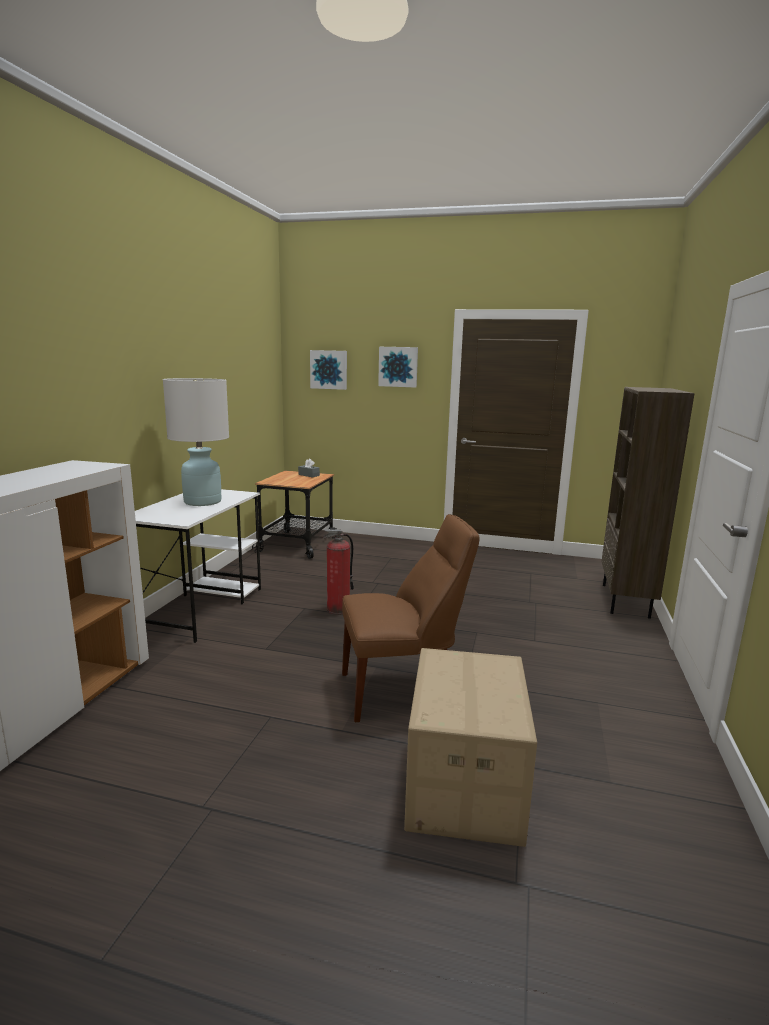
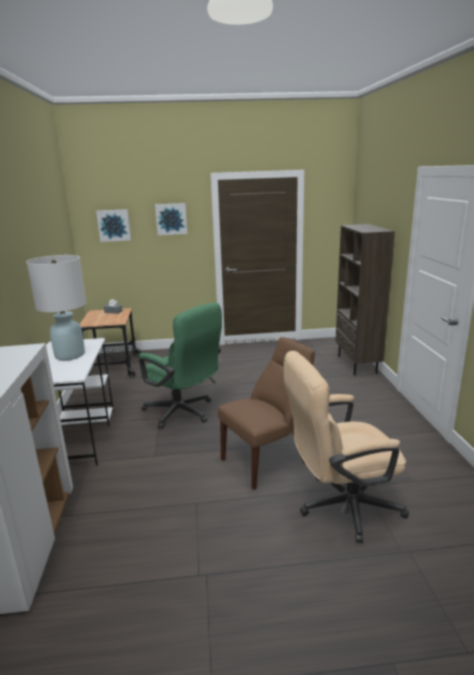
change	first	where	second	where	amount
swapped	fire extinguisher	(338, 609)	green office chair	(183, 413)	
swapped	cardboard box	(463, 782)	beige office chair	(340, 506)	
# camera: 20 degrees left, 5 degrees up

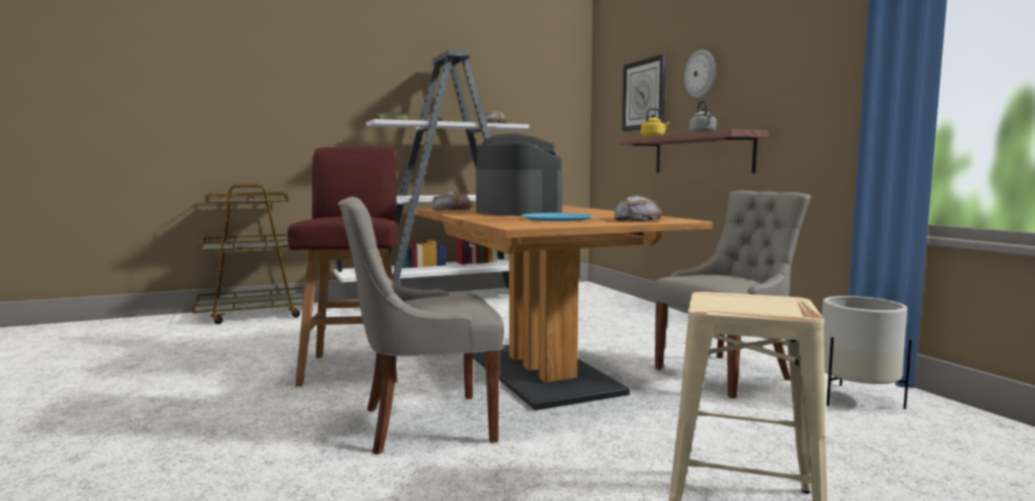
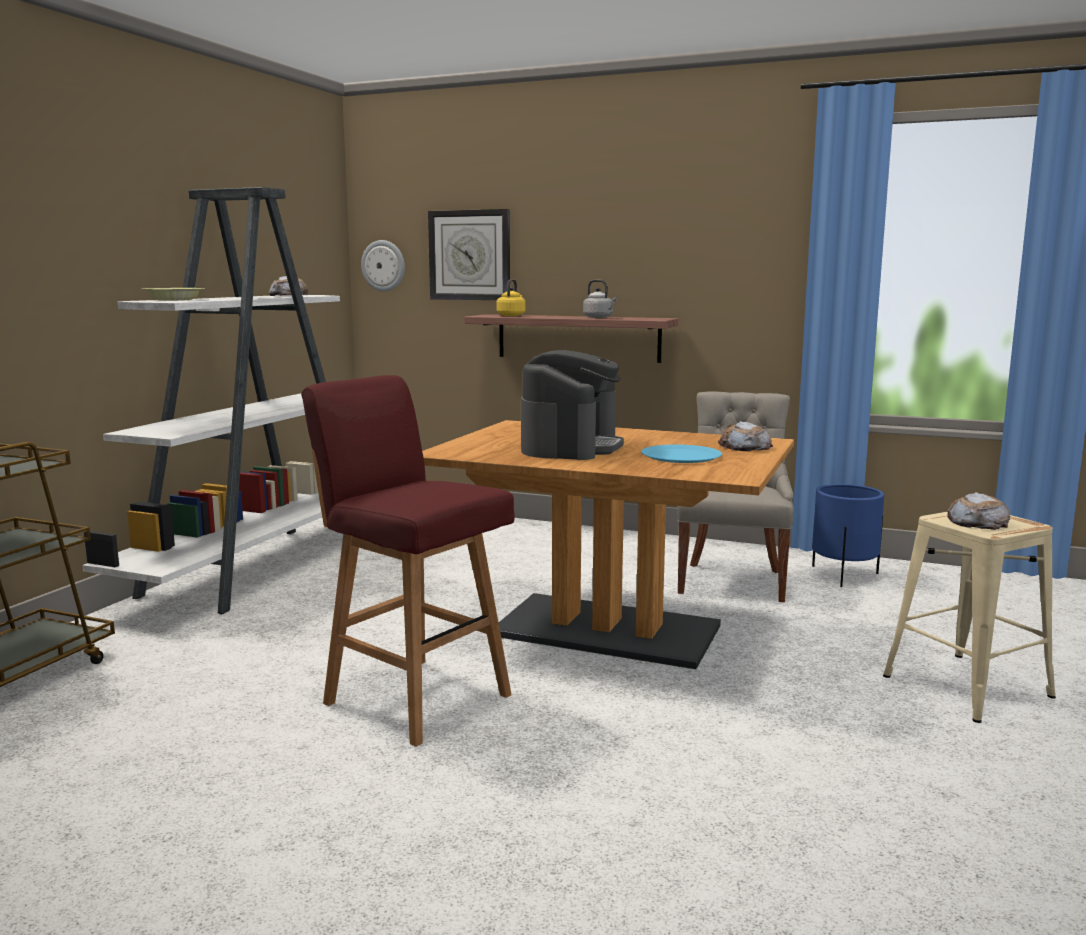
change	first	where	second	where	amount
shifted	wall clock	(700, 74)		(383, 265)	
rotated	coffee machine	(517, 212)		(571, 447)	90 degrees clockwise
repainted	white planter	(857, 399)	blue planter	(843, 575)	
shifted	bread	(451, 210)		(977, 522)	
gone	grey chair	(424, 424)			
# camera: 45 degrees left, 5 degrees up

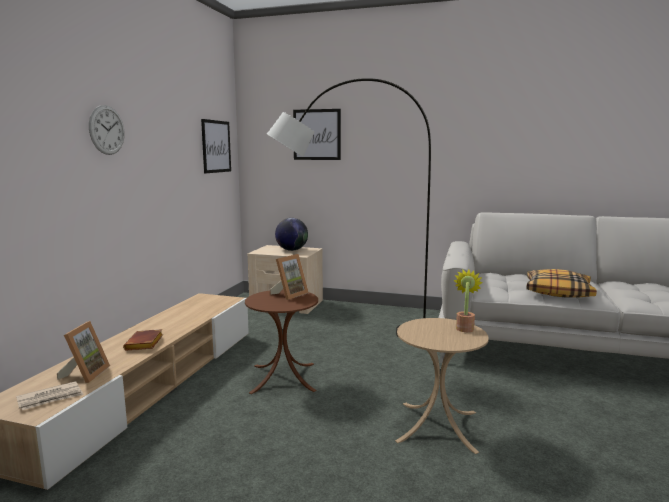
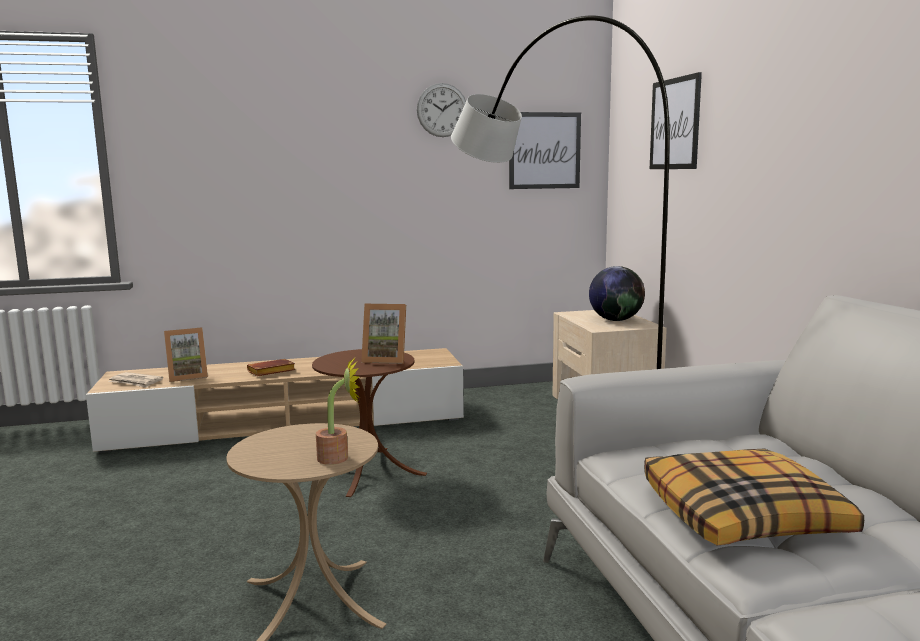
change	first	where	second	where	amount
shifted	wall clock	(107, 130)		(442, 110)	
# camera: 60 degrees right, 0 degrees up

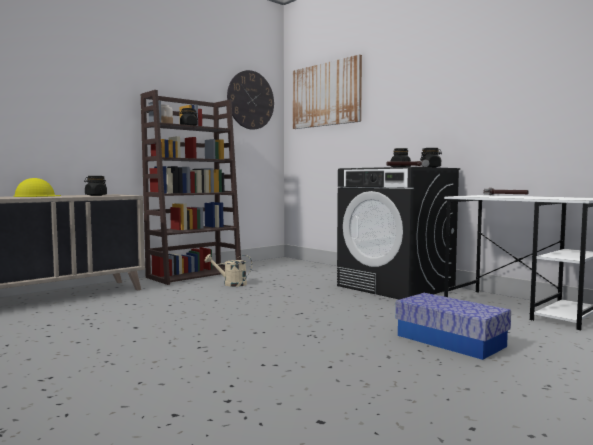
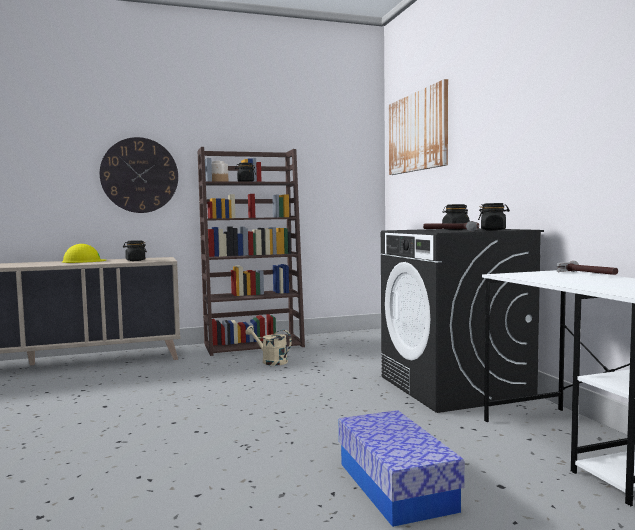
change	first	where	second	where	amount
shifted	wall clock	(250, 100)		(139, 175)	
# camera: 25 degrees right, 0 degrees up

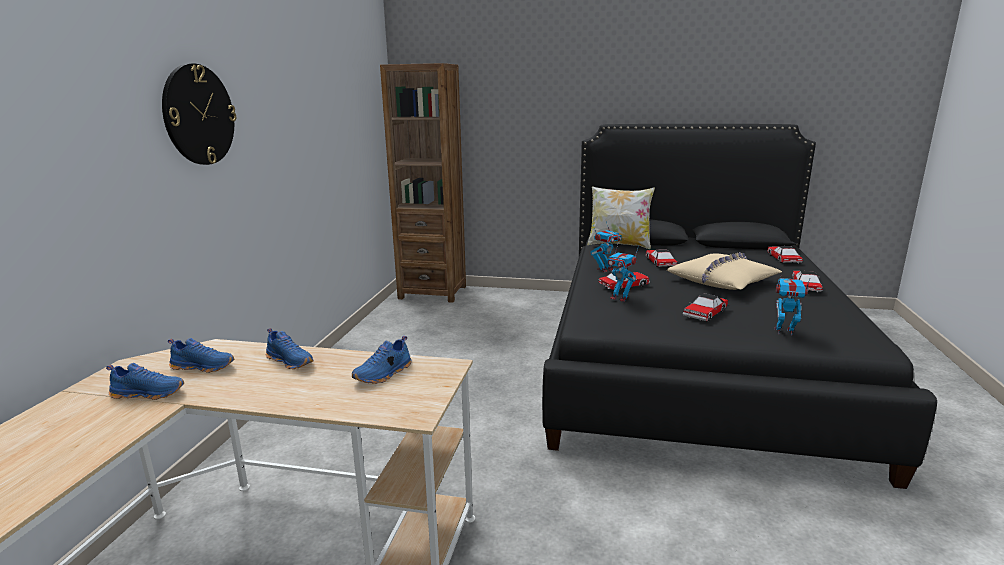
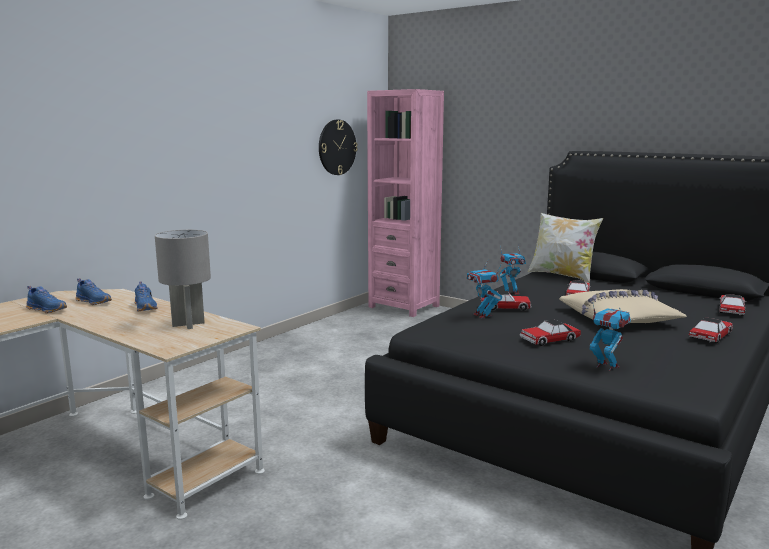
change	first	where	second	where	amount
swapped	blue shoe	(384, 374)	grey table lamp	(189, 324)	
shifted	wall clock	(199, 115)		(337, 147)	
repainted	brown bookcase	(432, 292)	pink bookcase	(404, 306)	
# camera: 25 degrees right, 5 degrees down

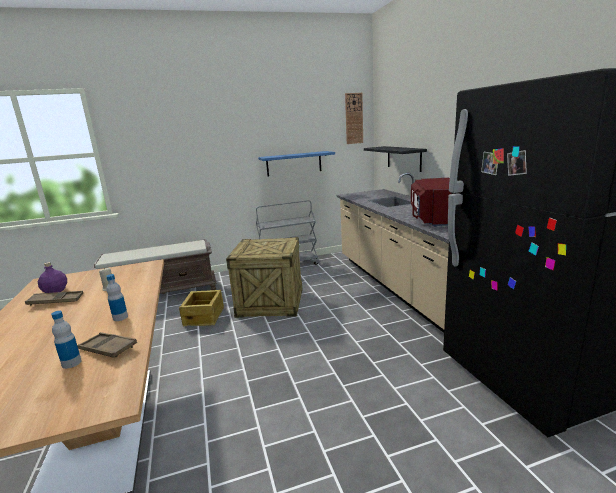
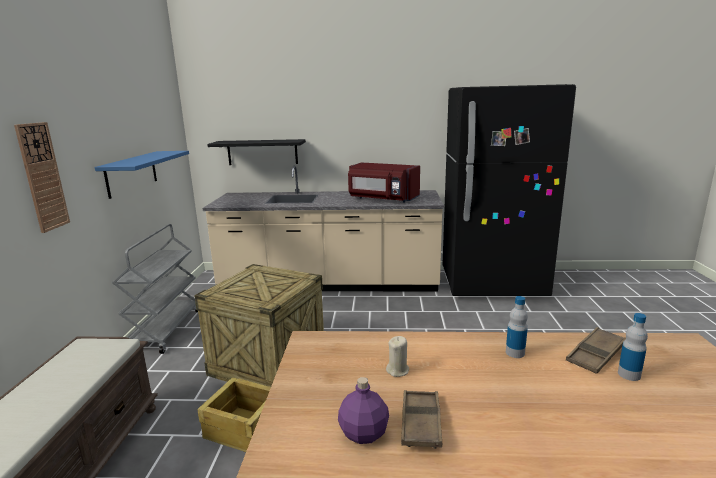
change	first	where	second	where	amount
shifted	wall clock	(354, 118)		(42, 177)	
# camera: 70 degrees left, 0 degrees up

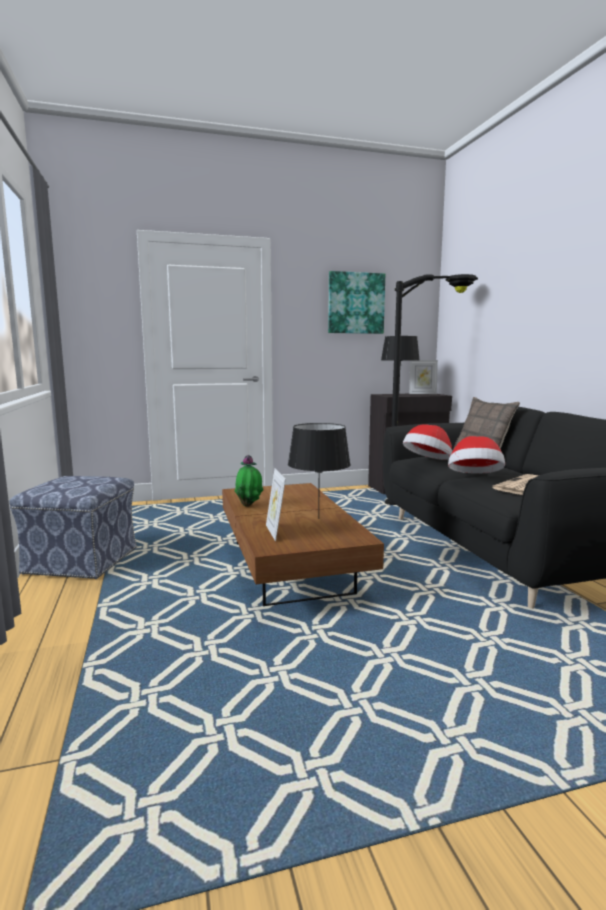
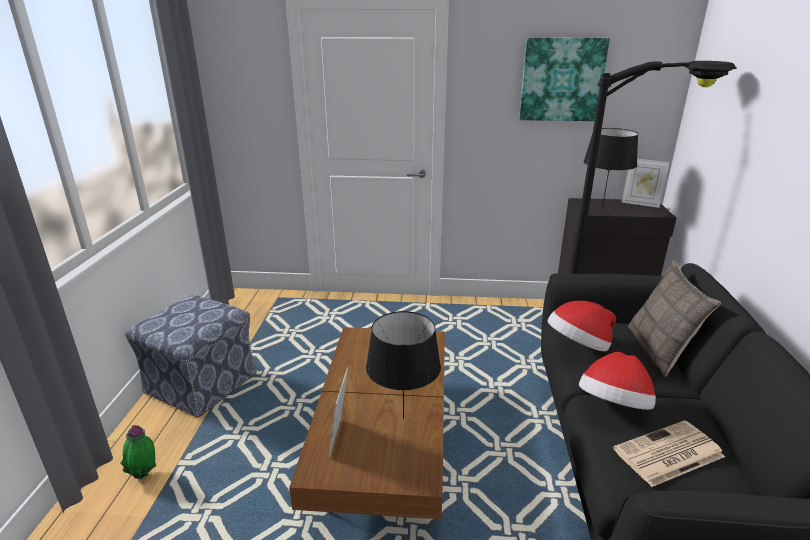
change	first	where	second	where	amount
shifted	potted plant	(249, 505)		(145, 475)	
# camera: 20 degrees right, 15 degrees up

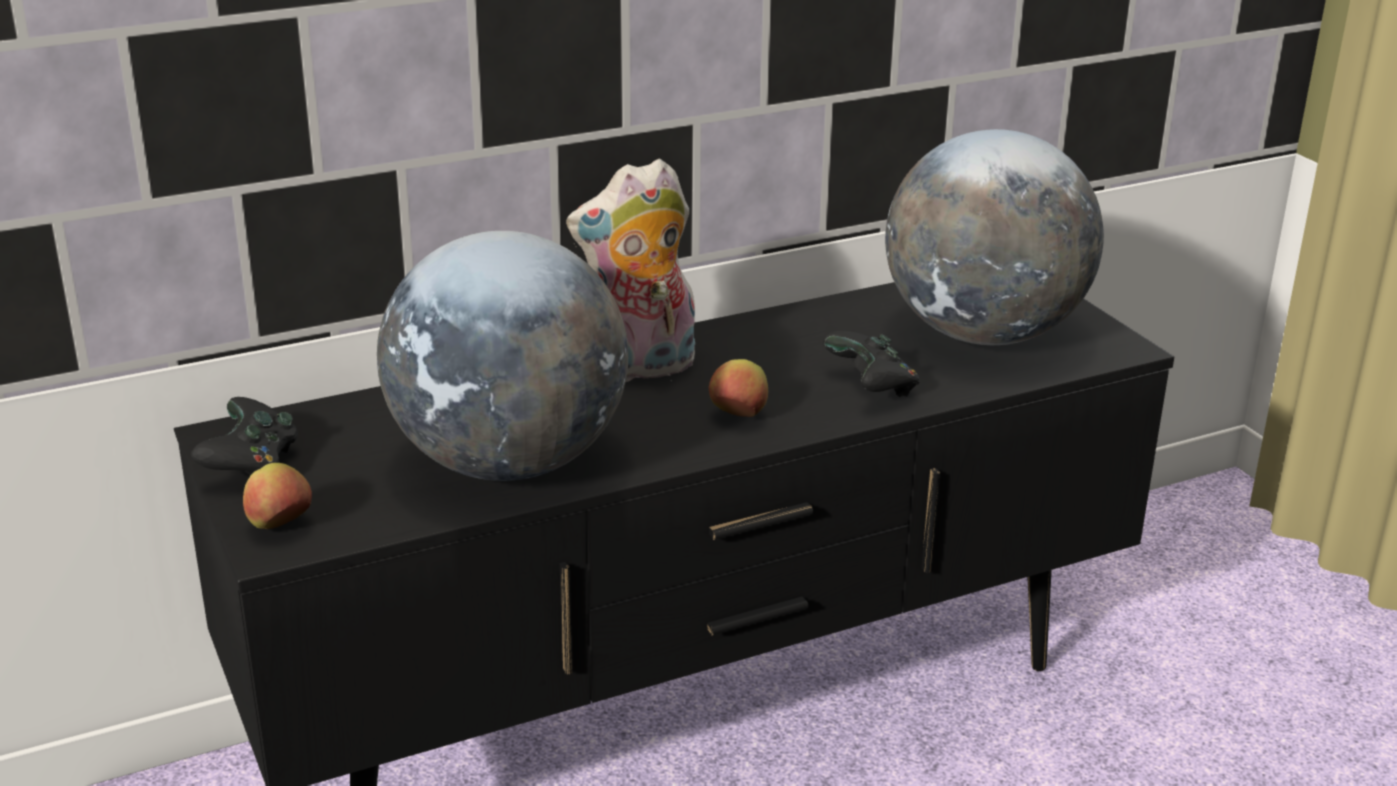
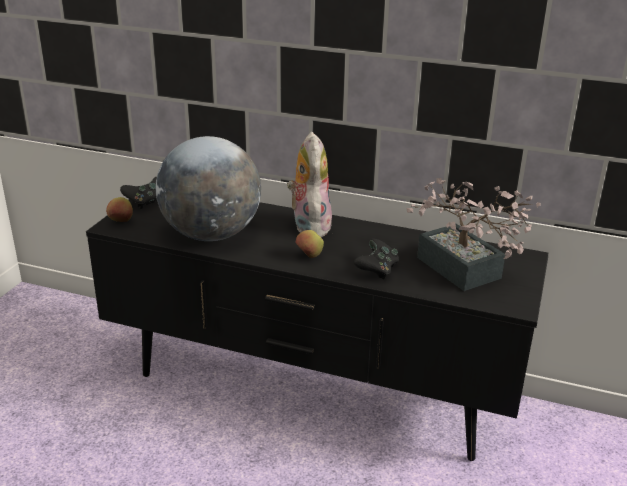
change	first	where	second	where	amount
rotated	plush toy	(640, 368)		(308, 226)	60 degrees clockwise
swapped	globe	(982, 334)	potted plant	(464, 272)	
# camera: 45 degrees right, 0 degrees up

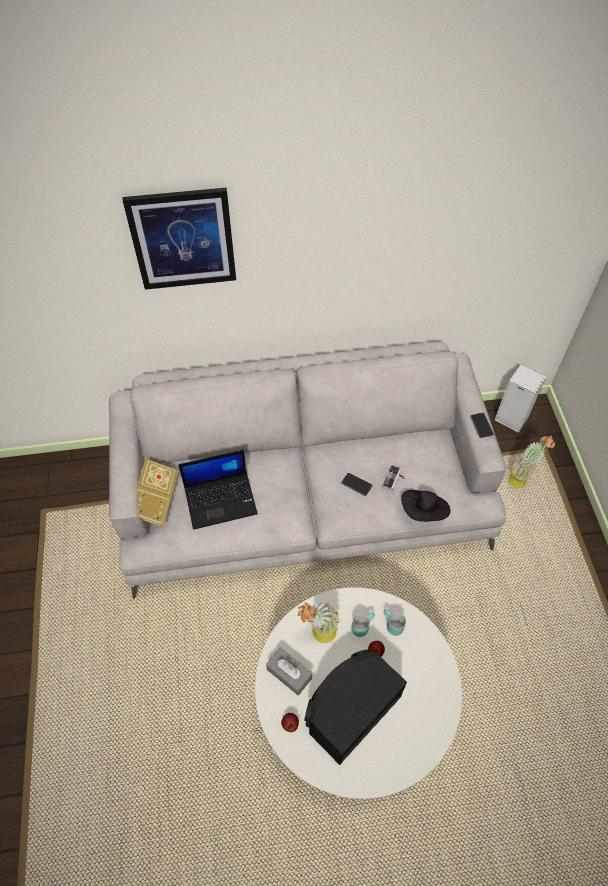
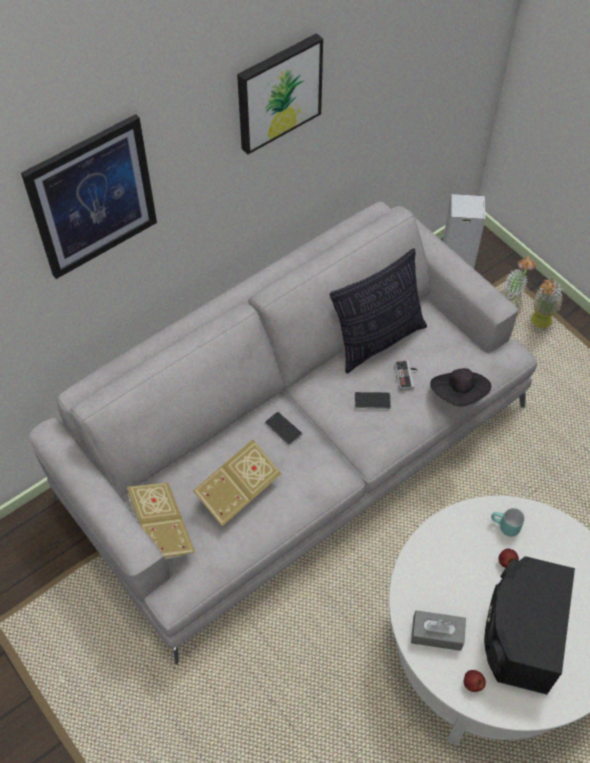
change	first	where	second	where	amount
swapped	laptop	(221, 500)	book	(236, 491)	
new			picture	(278, 92)	
shifted	phone	(481, 426)		(283, 429)	
new			pillow	(378, 340)	
shifted	potted plant	(318, 635)		(539, 325)	
gone	turquoise mug	(362, 625)			
# camera: 30 degrees left, 0 degrees up

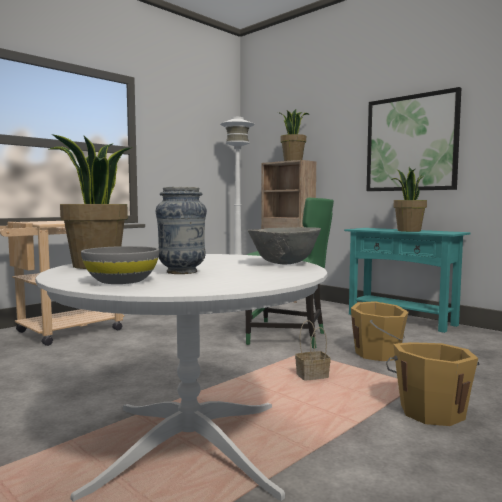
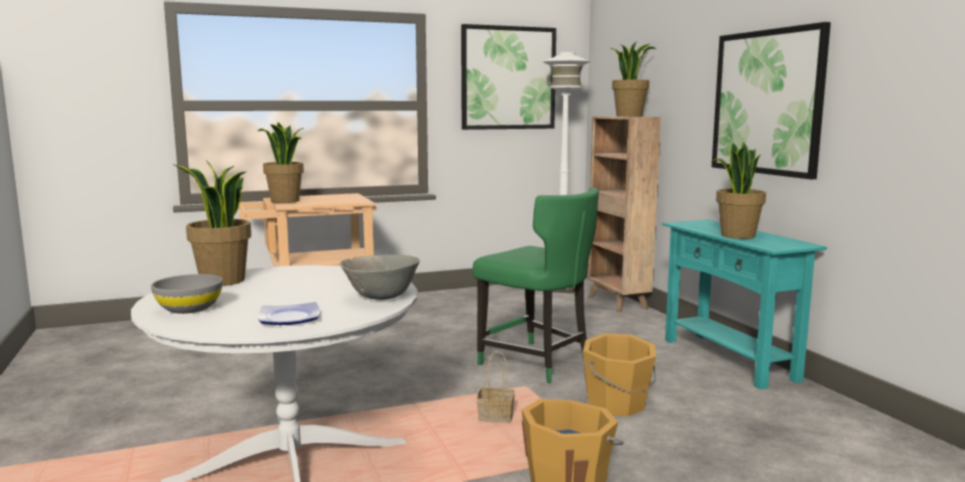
change	first	where	second	where	amount
new			potted plant	(285, 201)	
new			plate	(290, 318)	
new			picture	(508, 78)	
gone	vase	(182, 272)			
# camera: 25 degrees right, 5 degrees up

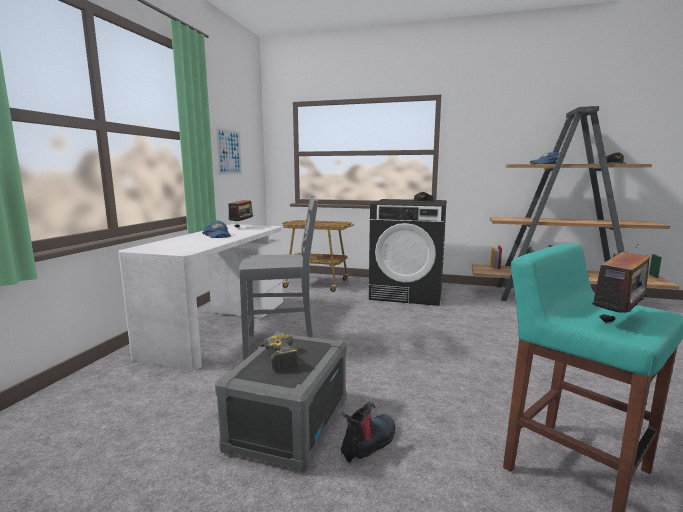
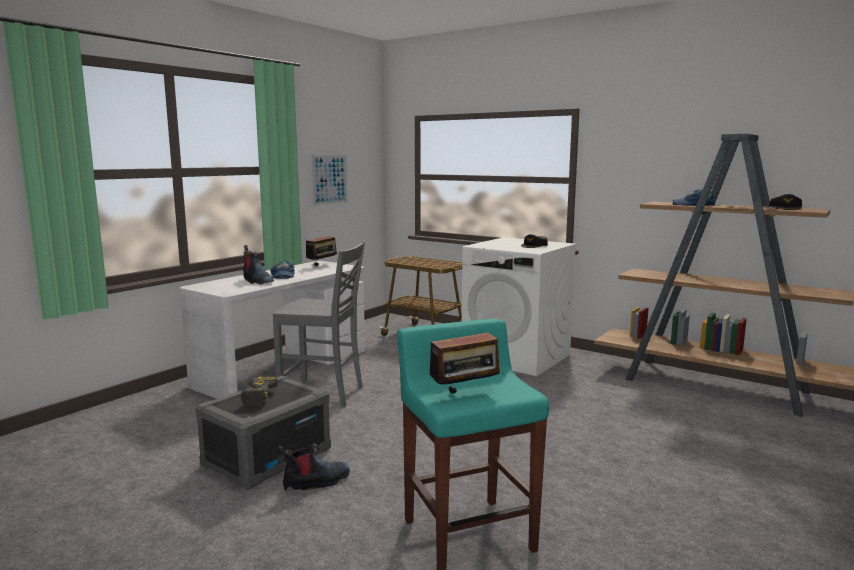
change	first	where	second	where	amount
new			boot	(257, 281)	
repainted	black washing machine	(407, 293)	white washing machine	(517, 357)	
# camera: 20 degrees right, 0 degrees up

